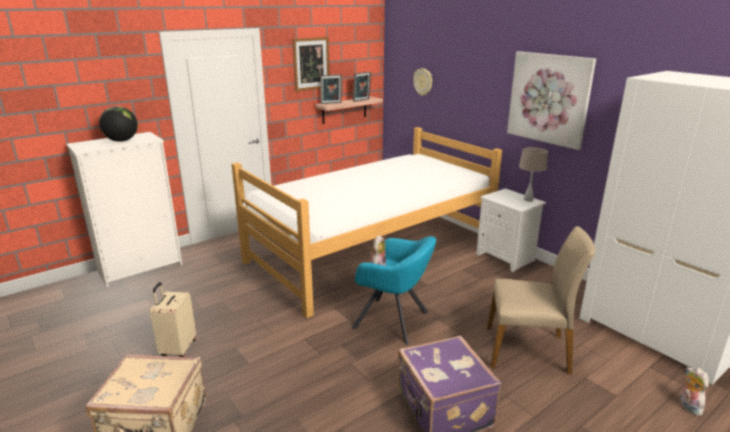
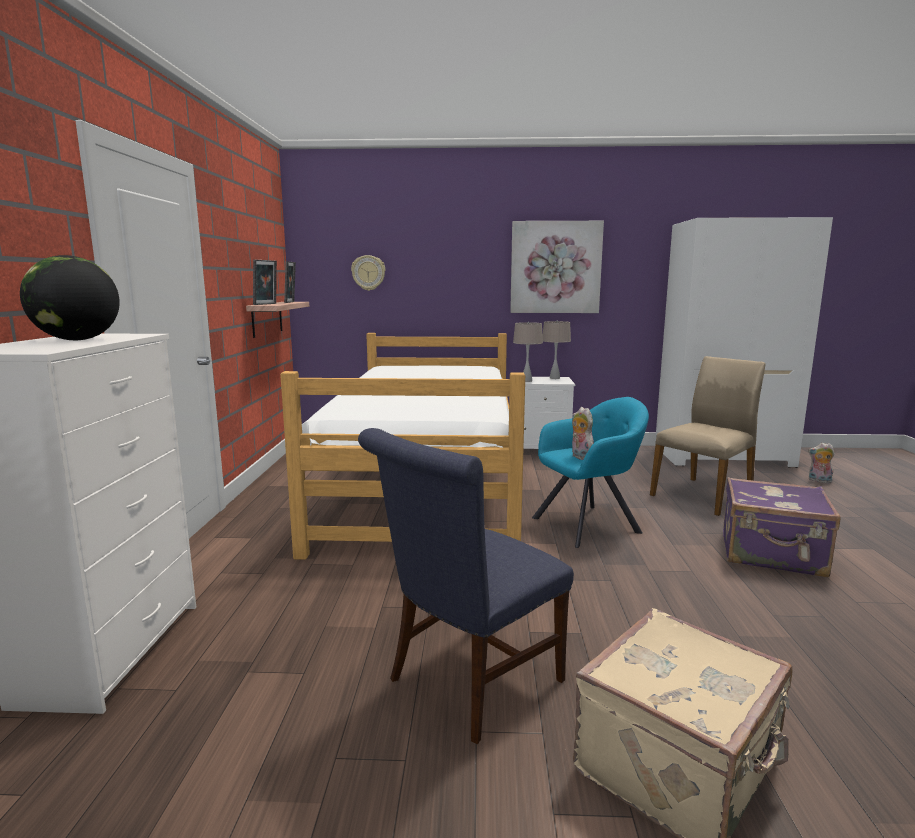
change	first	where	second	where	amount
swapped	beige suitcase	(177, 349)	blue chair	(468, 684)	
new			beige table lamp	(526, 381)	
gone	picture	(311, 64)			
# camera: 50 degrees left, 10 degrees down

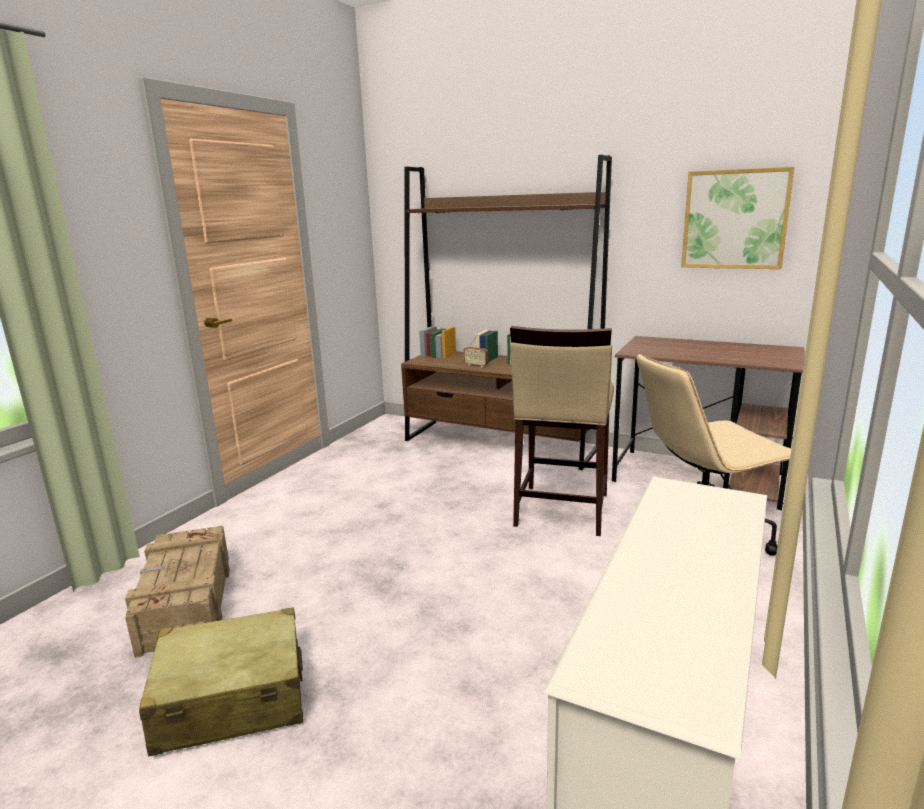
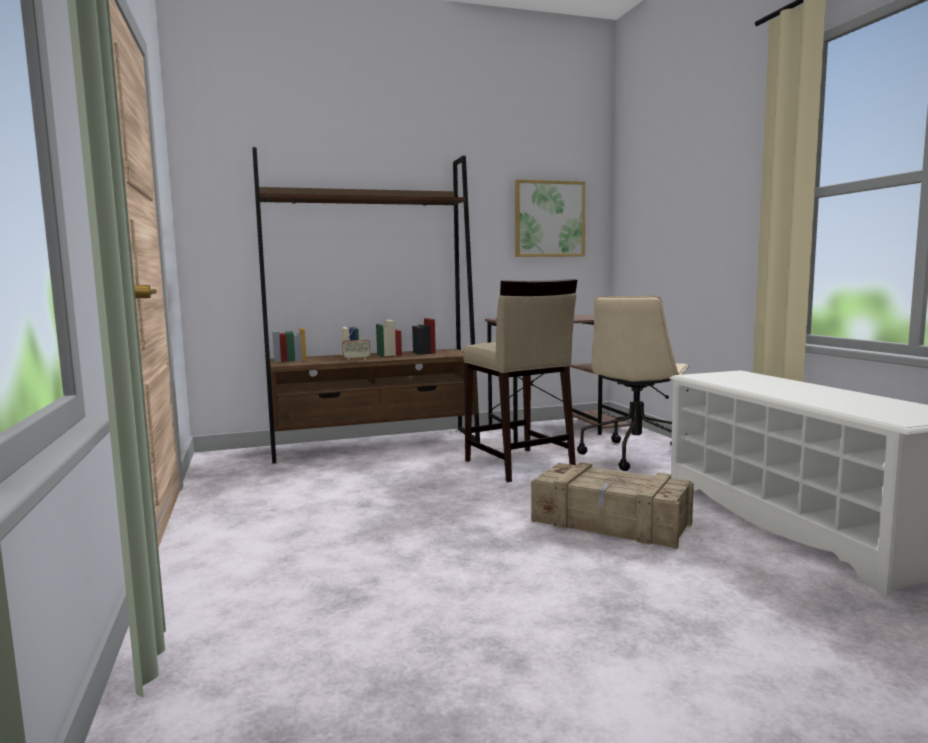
change	first	where	second	where	amount
shifted	crate	(186, 603)		(611, 523)	
gone	beige suitcase	(231, 698)			
# camera: 45 degrees left, 10 degrees down

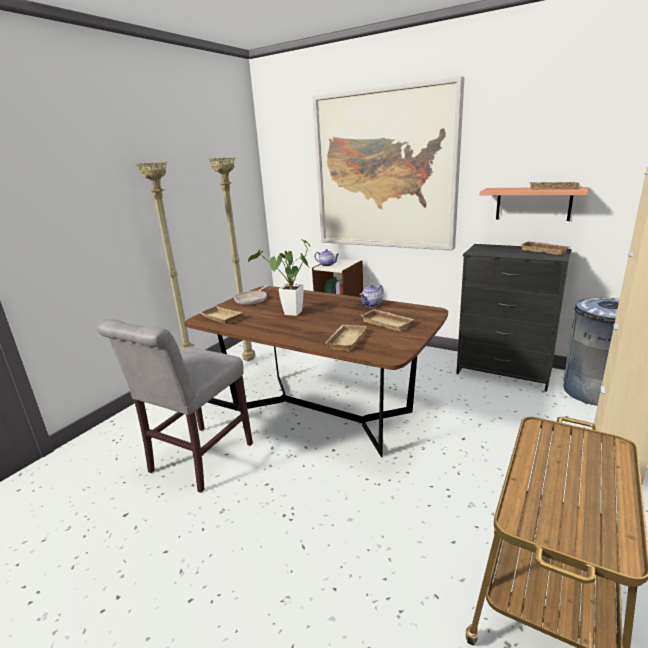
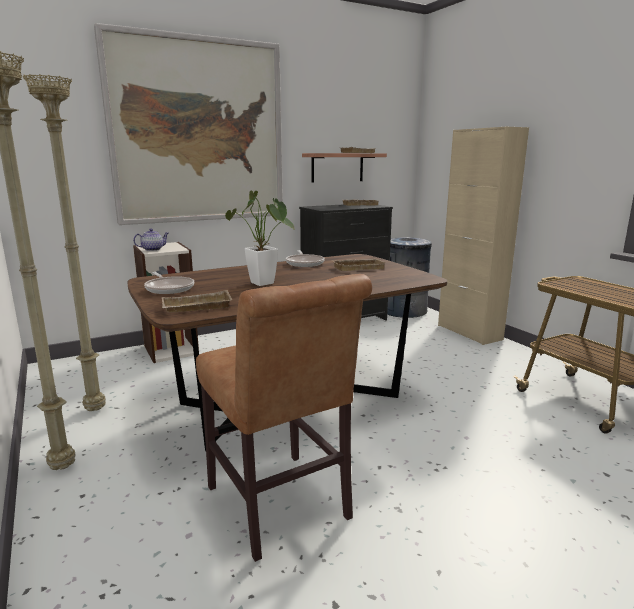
change	first	where	second	where	amount
repainted	grey chair	(197, 461)	brown chair	(281, 507)	
swapped	teapot	(372, 305)	frying pan	(304, 263)	
gone	beige tray	(345, 340)			
# camera: 60 degrees left, 5 degrees down

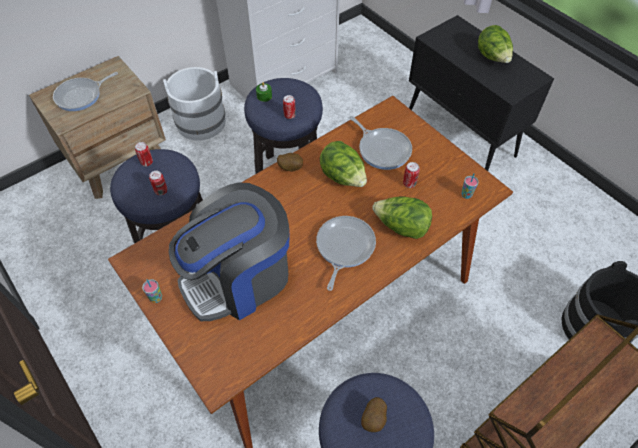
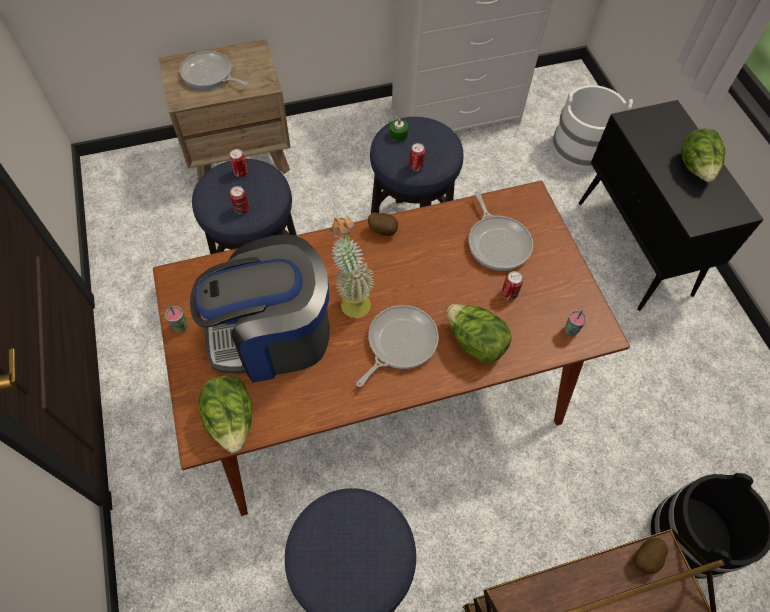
change	first	where	second	where	amount
rotated	frying pan	(81, 96)		(209, 75)	45 degrees clockwise
shifted	lettuce	(343, 177)		(232, 421)	
new			potted plant	(352, 298)	
shifted	white bucket	(200, 122)		(580, 150)	
shifted	potato	(374, 419)		(646, 559)	
# camera: 20 degrees right, 5 degrees up

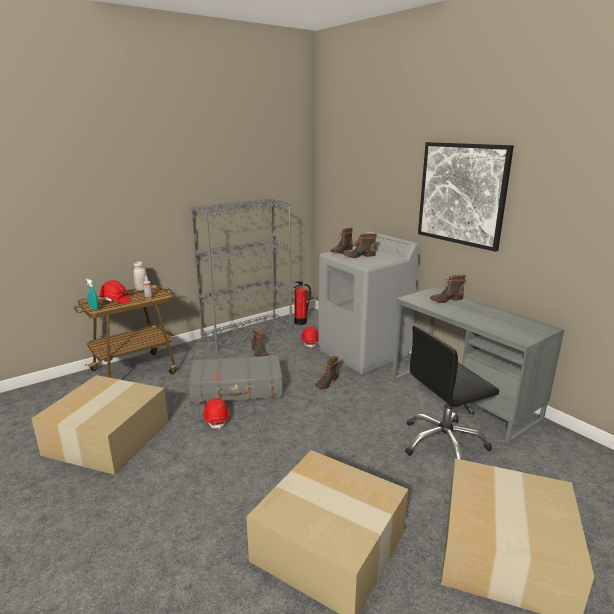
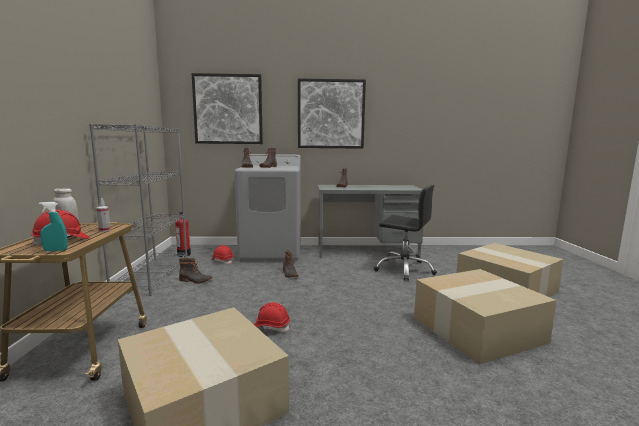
change	first	where	second	where	amount
new			picture	(228, 109)	
rotated	black office chair	(443, 443)		(404, 269)	75 degrees counterclockwise
gone	grey suitcase	(237, 389)			
# camera: 55 degrees left, 10 degrees down

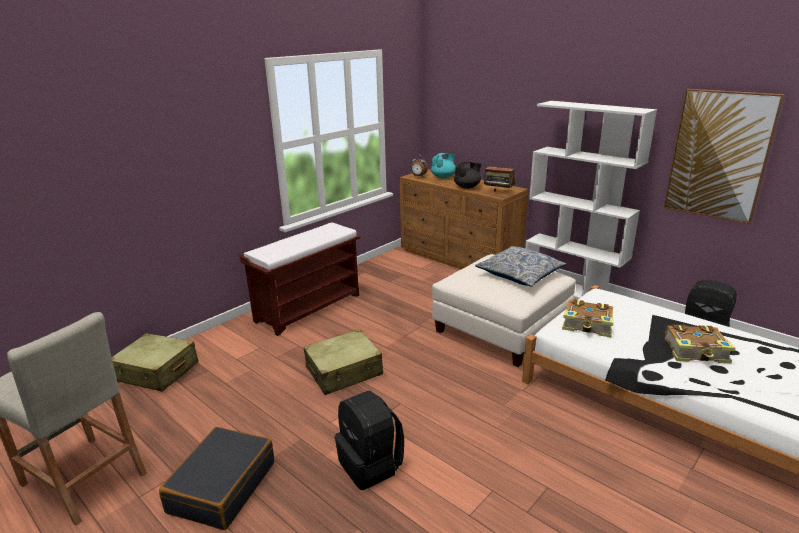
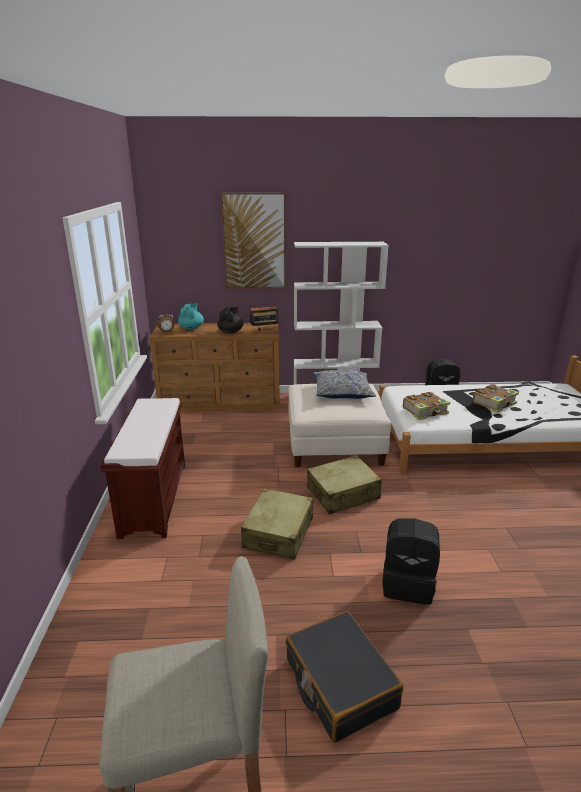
change	first	where	second	where	amount
shifted	picture	(719, 155)		(254, 241)	
shifted	beige suitcase	(157, 372)		(343, 494)	
# camera: 45 degrees left, 0 degrees up

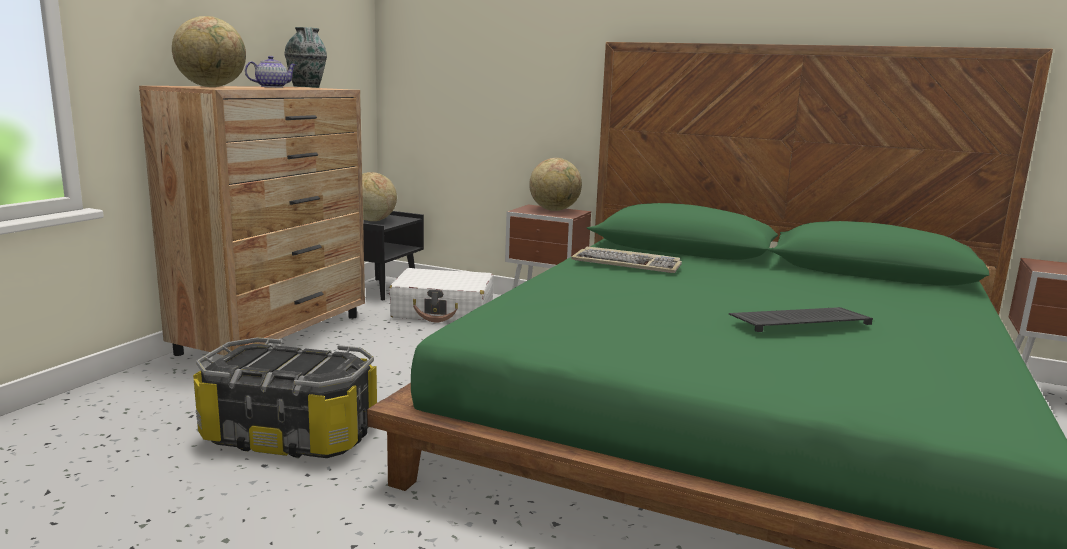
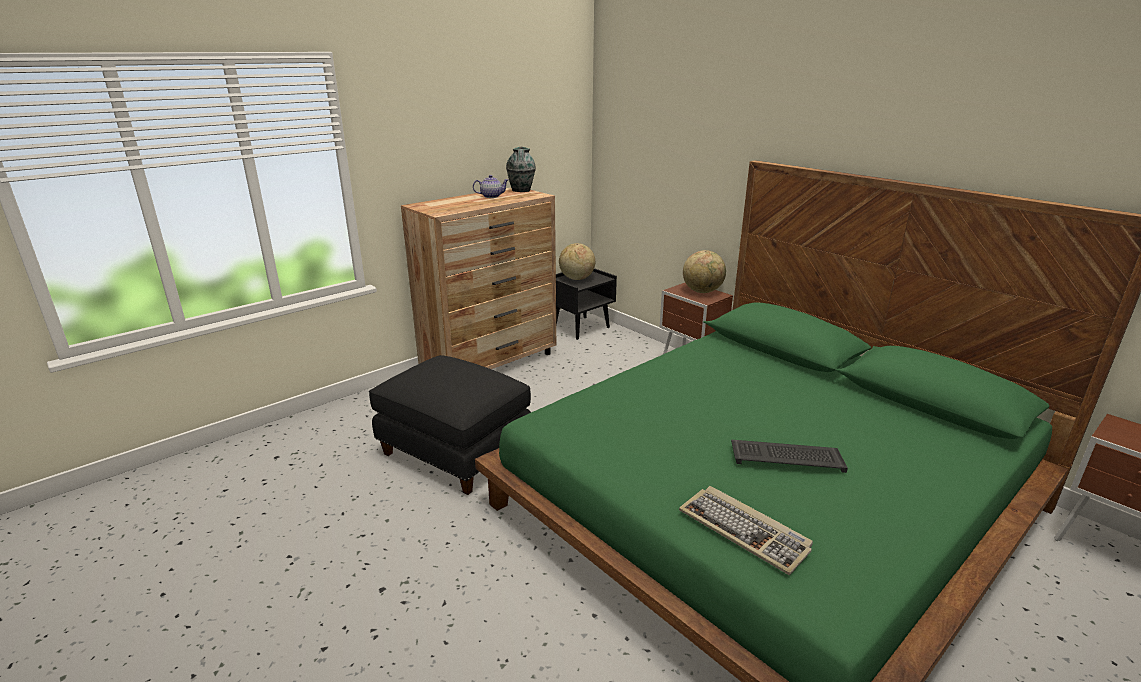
change	first	where	second	where	amount
swapped	storage box	(291, 435)	black ottoman	(457, 451)	
shifted	keyboard	(627, 264)		(745, 531)	
gone	globe	(212, 87)			
gone	white suitcase	(443, 311)			
# camera: 25 degrees right, 10 degrees up

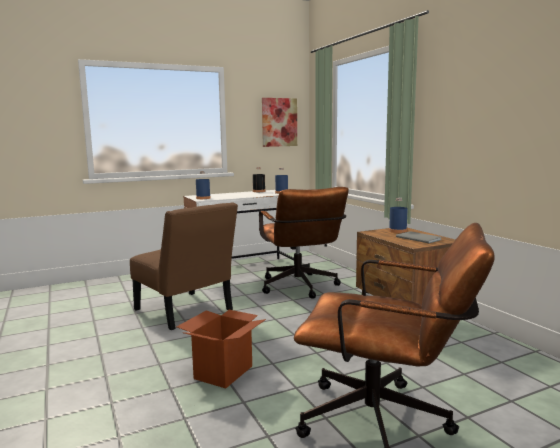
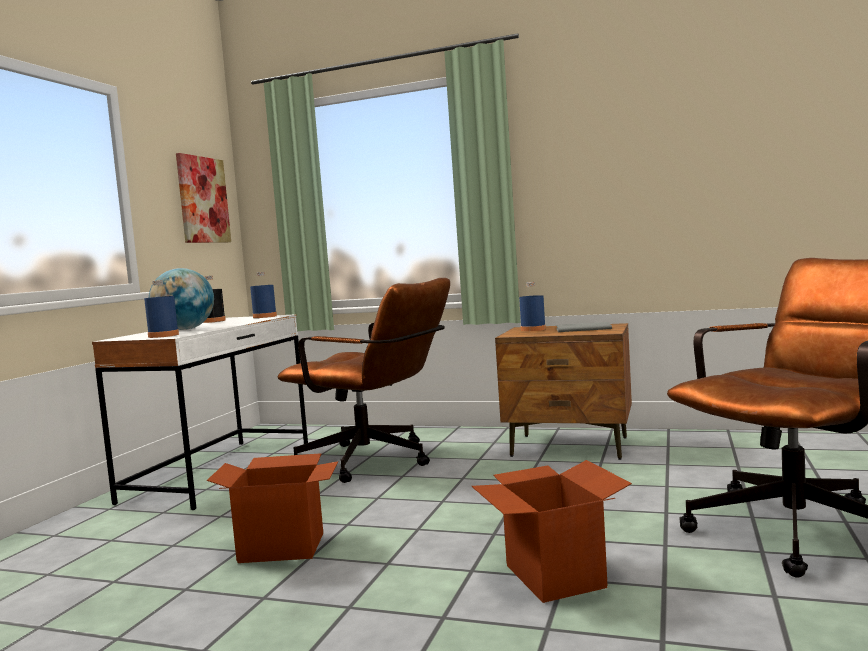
change	first	where	second	where	amount
new			globe	(184, 329)	
swapped	brown chair	(186, 312)	cardboard box	(282, 548)	
# camera: 45 degrees left, 5 degrees down

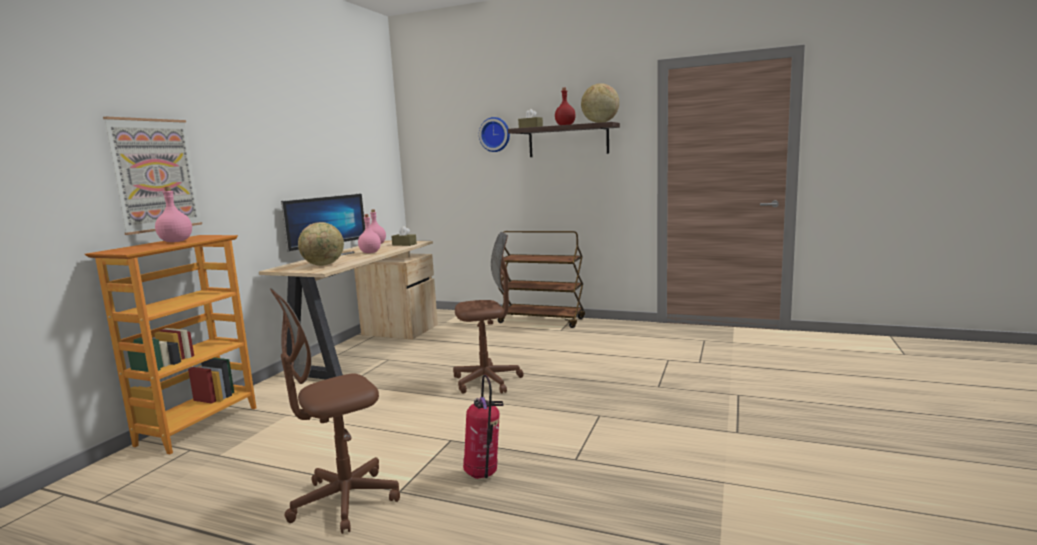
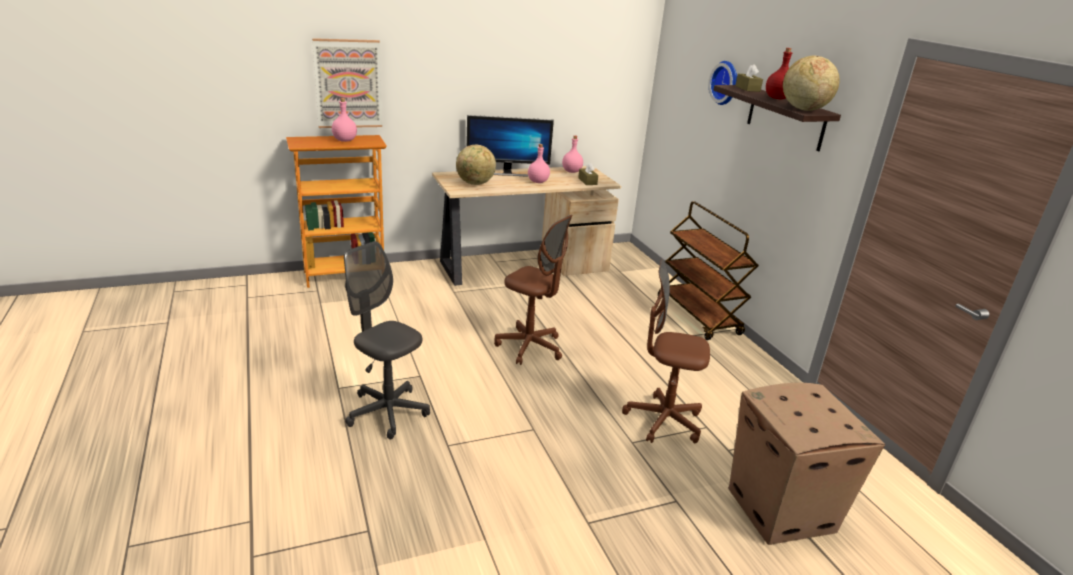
change	first	where	second	where	amount
swapped	fire extinguisher	(484, 475)	grey office chair	(387, 412)	
shifted	brown office chair	(344, 501)		(663, 421)	
new			cardboard box	(781, 510)	
# camera: 45 degrees right, 15 degrees up

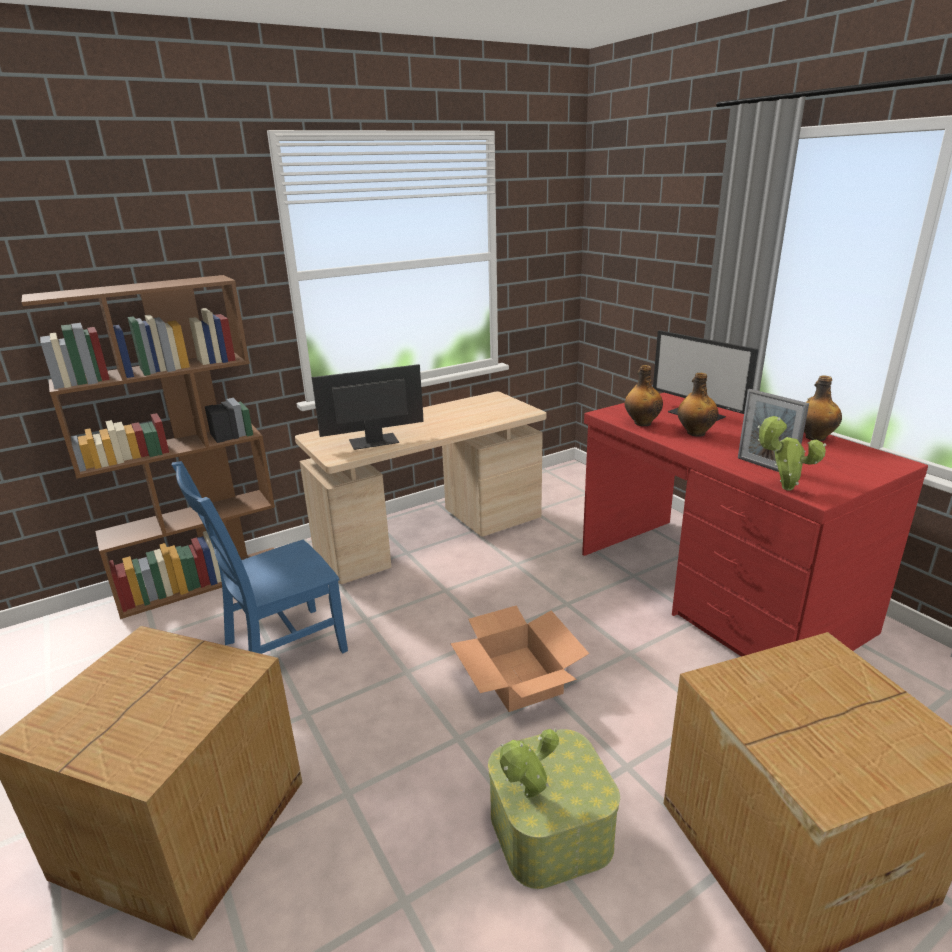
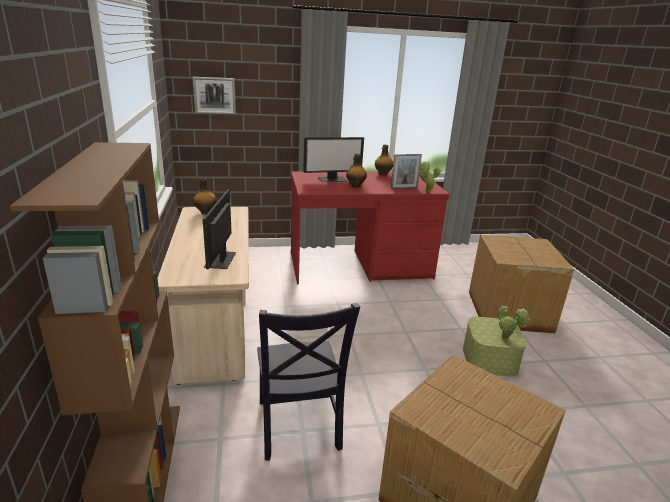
change	first	where	second	where	amount
new			picture	(214, 95)	
shifted	bottle	(642, 423)		(205, 213)	
repainted	blue chair	(279, 648)	black chair	(298, 427)	
gone	cardboard box	(518, 678)			
# camera: 70 degrees left, 0 degrees up

